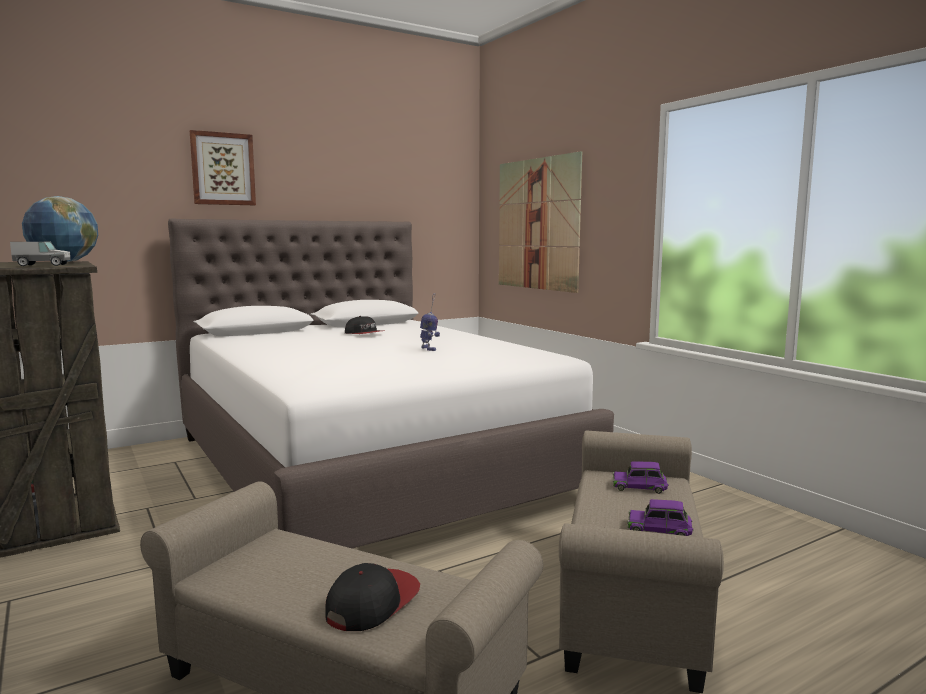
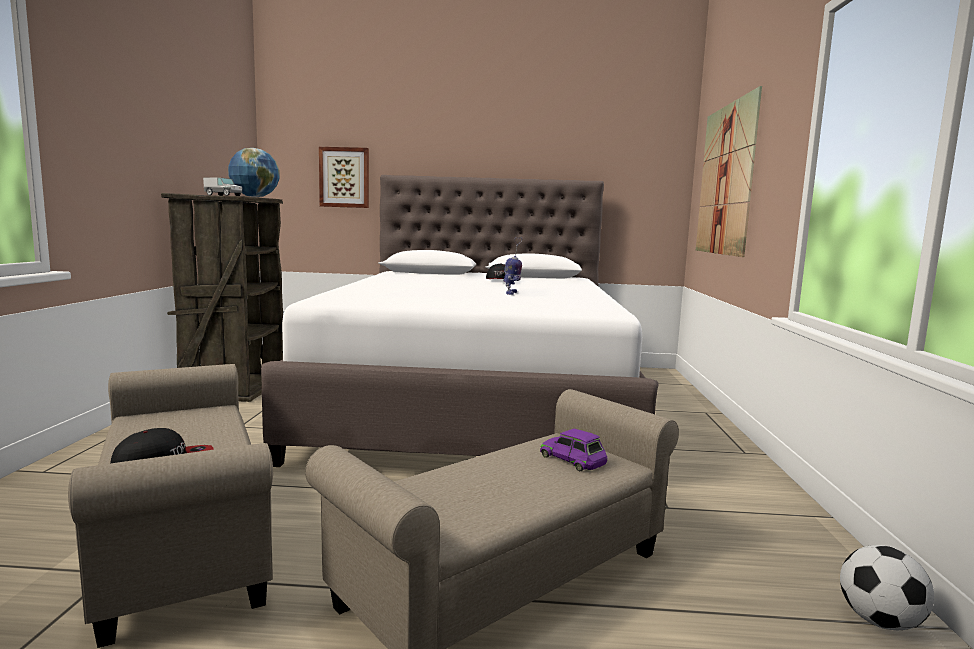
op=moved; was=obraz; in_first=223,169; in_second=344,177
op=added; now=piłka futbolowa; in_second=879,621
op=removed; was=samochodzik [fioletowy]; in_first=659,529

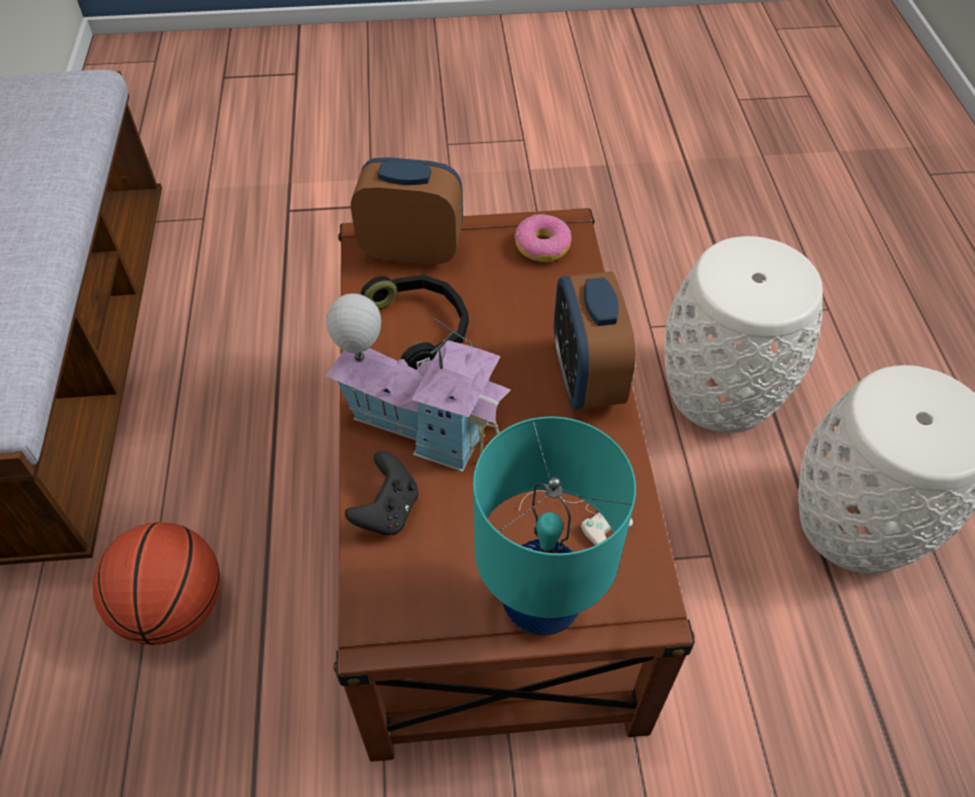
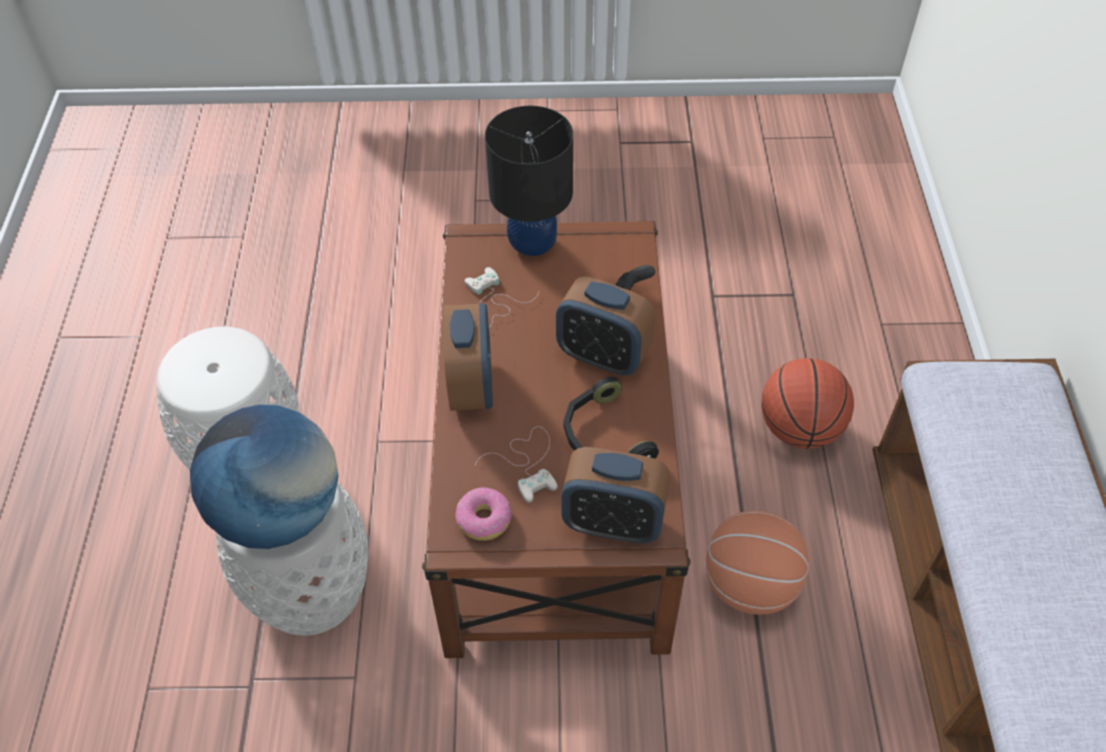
op=added; now=globus; in_second=279,513
op=added; now=pad do gier [biały]; in_second=527,463
op=recoloured; was=lampa stołowa [turkusowy]; now=lampa stołowa [czarny]; in_first=536,605; in_second=535,244
op=replaced; was=domek; now=budzik; in_first=424,425; in_second=603,356
op=added; now=piłka do koszykówki; in_second=751,585

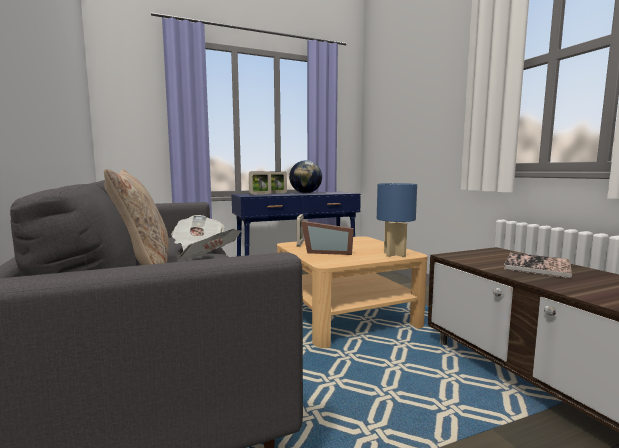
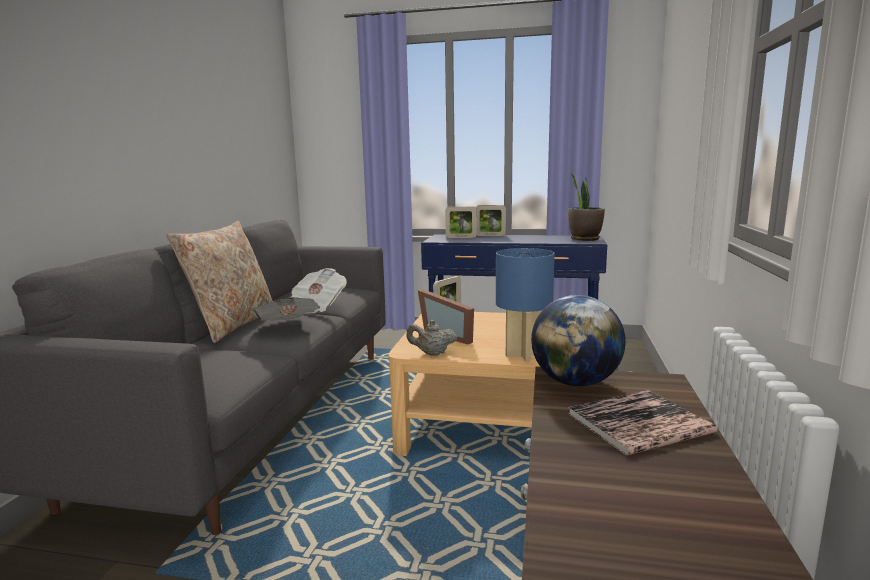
op=added; now=imbryk [beżowy]; in_second=432,354
op=moved; was=globus; in_first=305,193; in_second=575,382
op=added; now=roślina doniczkowa; in_second=584,239

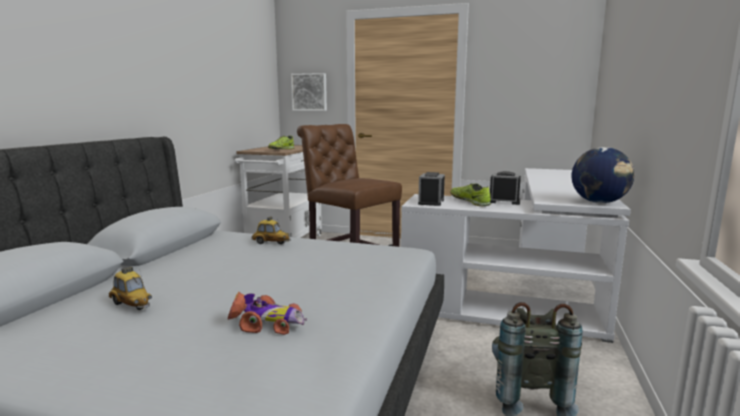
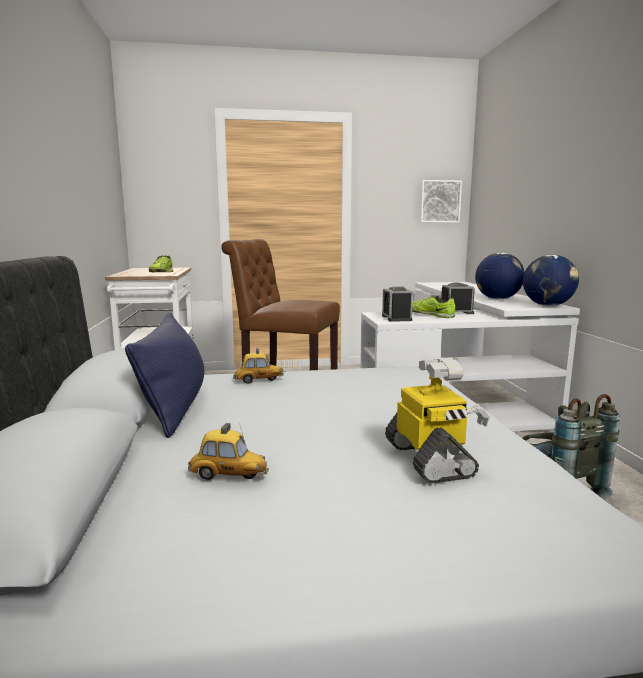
op=added; now=poduszka [niebieski]; in_second=175,405
op=replaced; was=samochodzik; now=robot zabawkowy; in_first=266,323; in_second=430,459
op=moved; was=obraz; in_first=309,92; in_second=439,201
op=added; now=globus; in_second=497,299

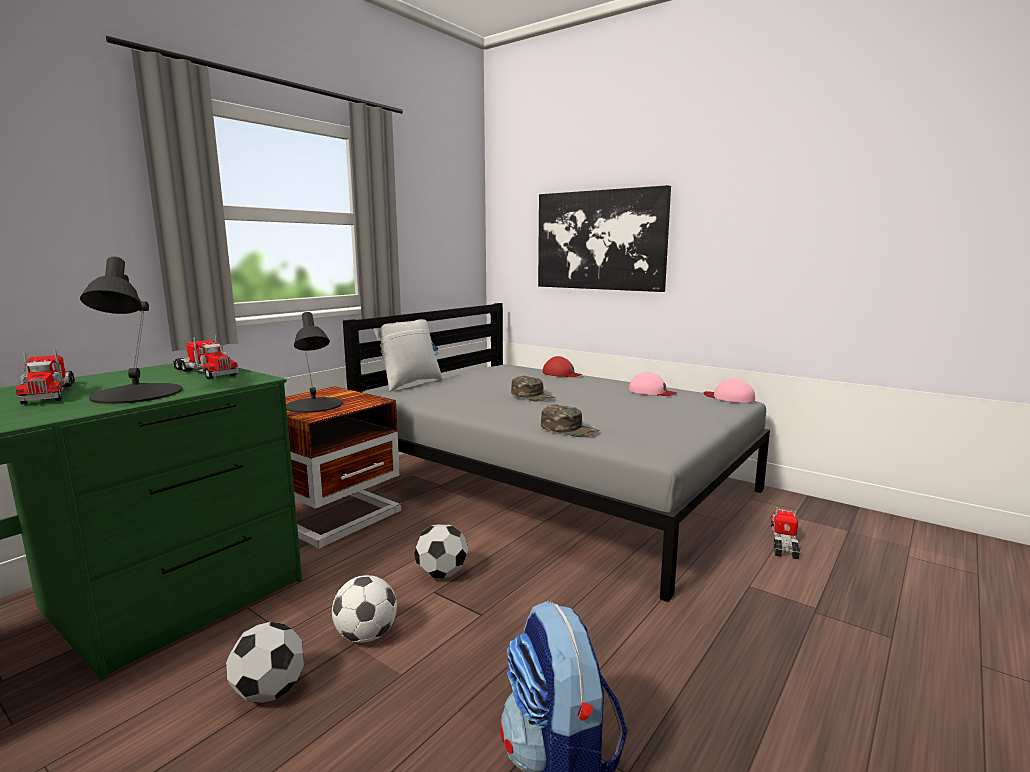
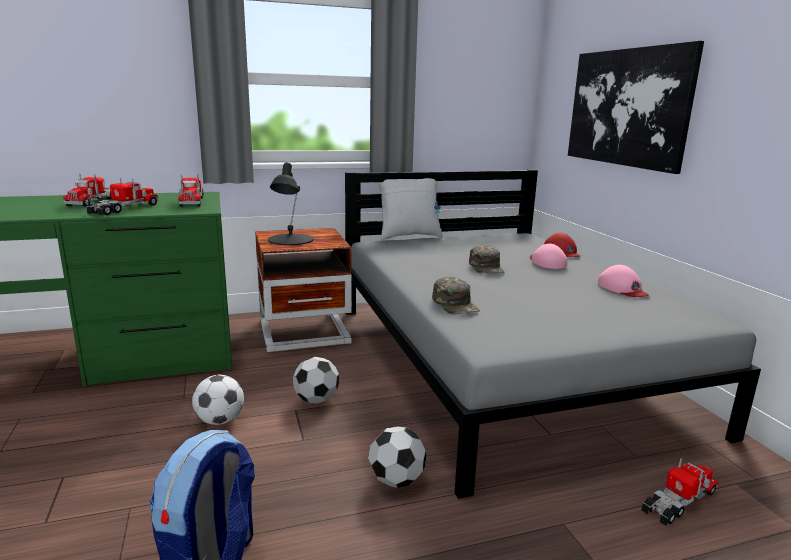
op=replaced; was=lampa stołowa [czarny]; now=ciężarówka zabawkowa; in_first=136,394; in_second=124,209
op=moved; was=piłka futbolowa; in_first=269,692; in_second=396,480
op=moved; was=czapka z daszkiem [różowy]; in_first=729,398; in_second=546,262

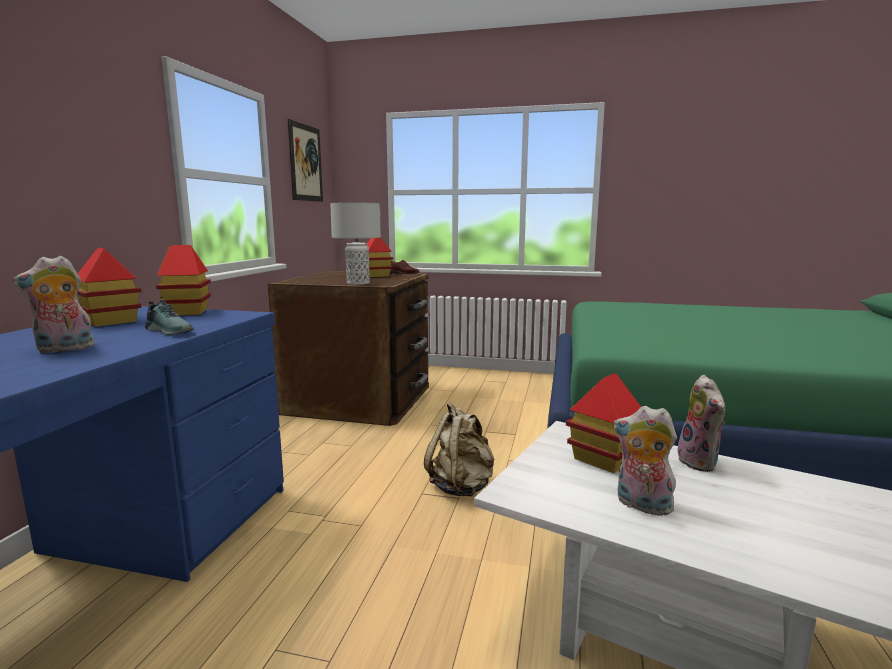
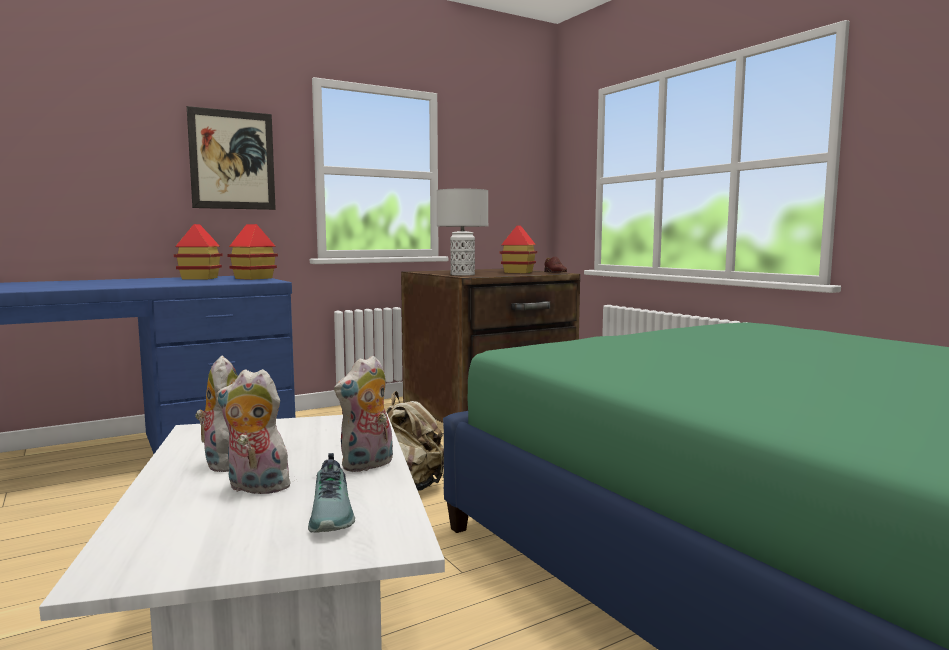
op=moved; was=obraz; in_first=305,163; in_second=232,160
op=moved; was=pluszak; in_first=64,349; in_second=255,488
op=moved; was=but; in_first=171,331; in_second=333,514
op=removed; was=domek; in_first=603,459

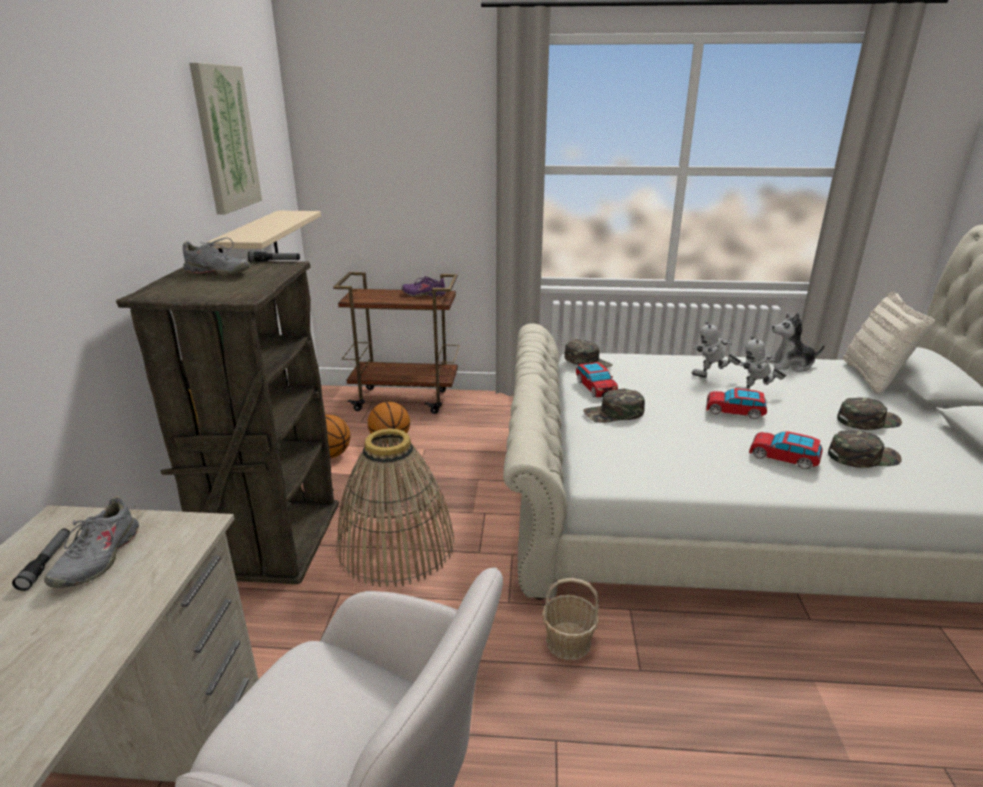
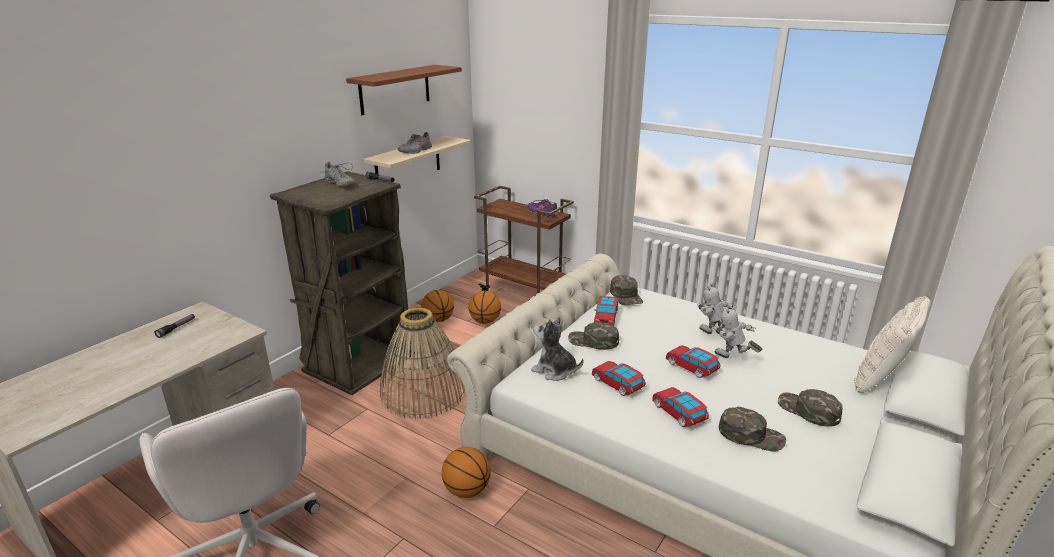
op=replaced; was=obraz; now=półka [brązowy]; in_first=225,138; in_second=395,89
op=moved; was=but [szary]; in_first=97,558; in_second=415,151
op=replaced; was=koszyk; now=piłka do koszykówki; in_first=568,641; in_second=467,490
op=moved; was=pluszak; in_first=790,365; in_second=554,370
op=added; now=samochodzik; in_second=617,384
op=turned; was=czapka z daszkiem [zielony]; in_first=867,420; in_second=808,410; clockwise=-150

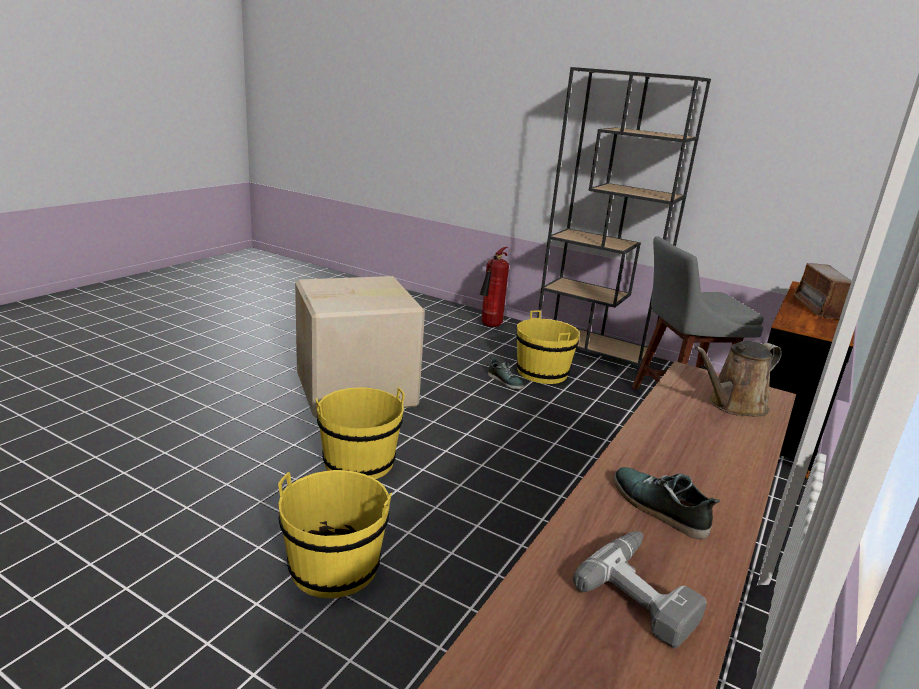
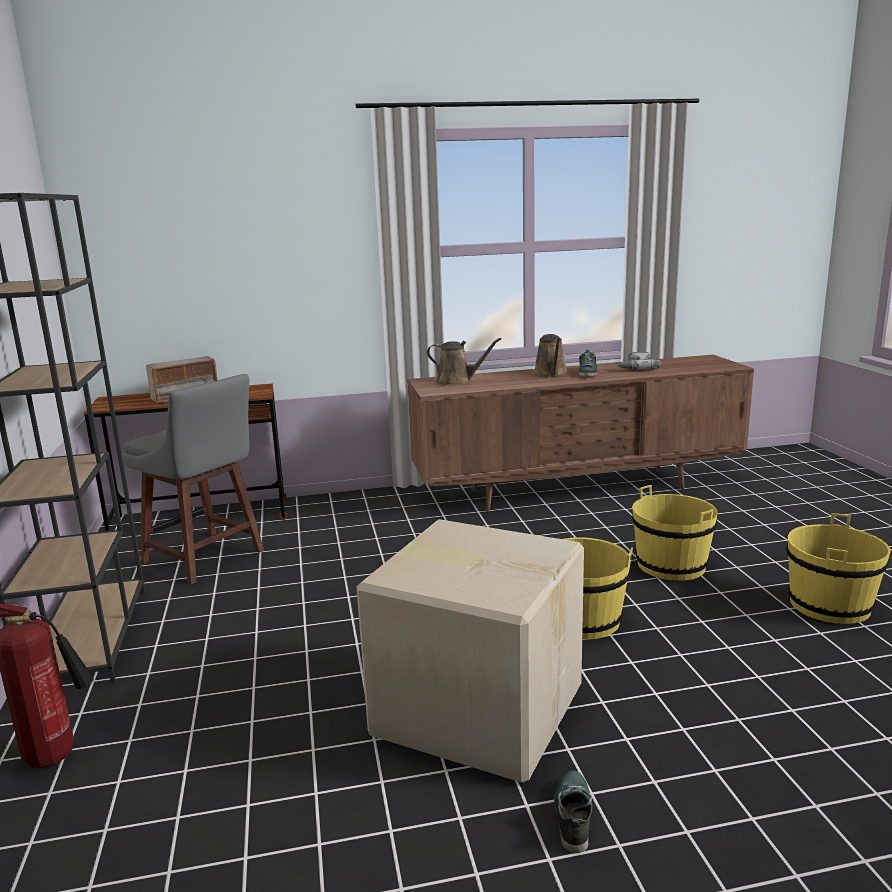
op=added; now=konewka [brązowy]; in_second=551,374
op=moved; was=but; in_first=505,381; in_second=572,814
op=moved; was=wiadro [żółty]; in_first=542,373; in_second=830,605

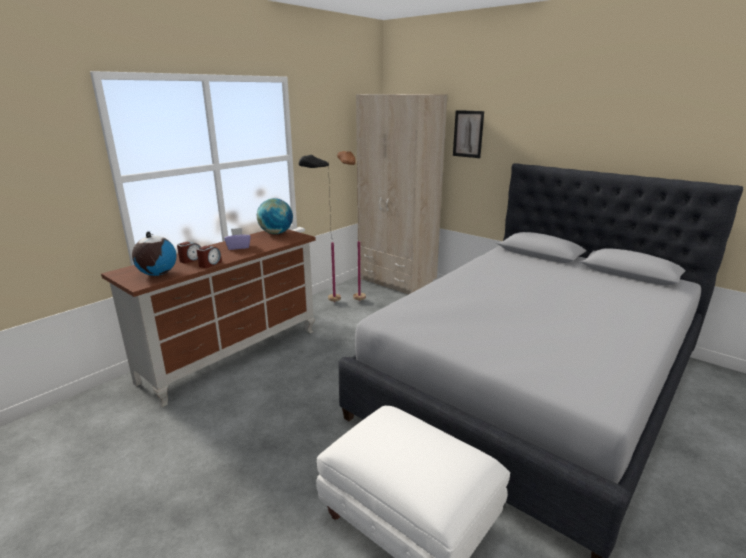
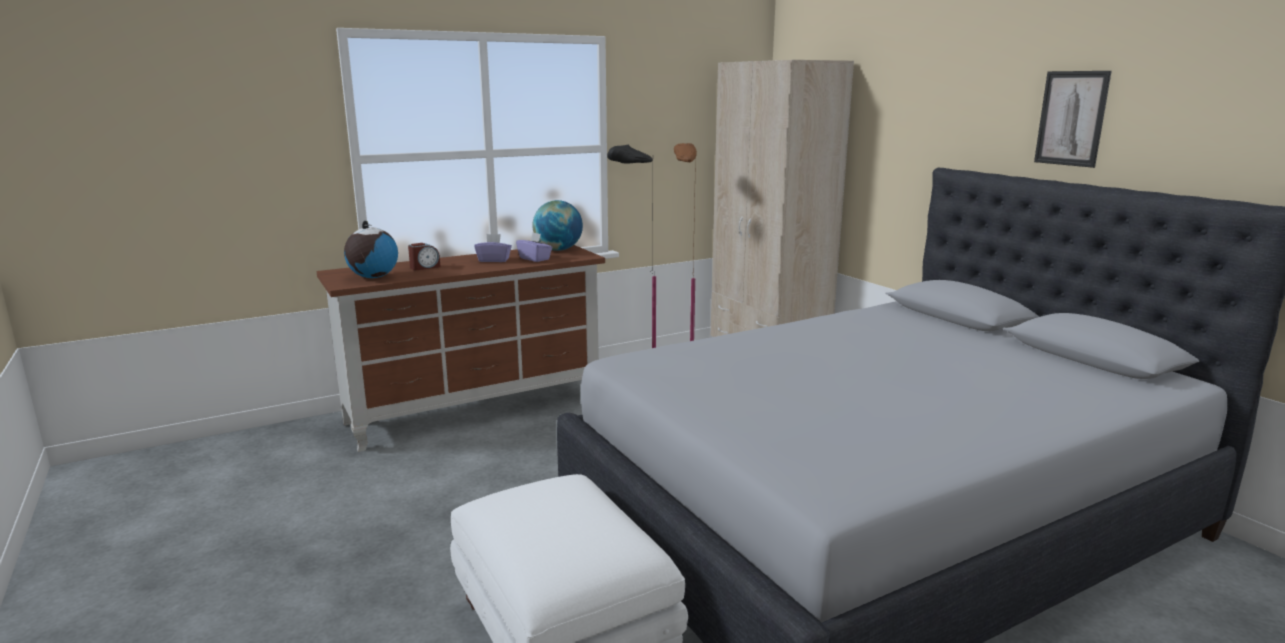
op=added; now=pudełko chusteczek [fioletowy]; in_second=535,259
op=moved; was=obraz; in_first=468,134; in_second=1071,118
op=removed; was=budzik; in_first=210,264

